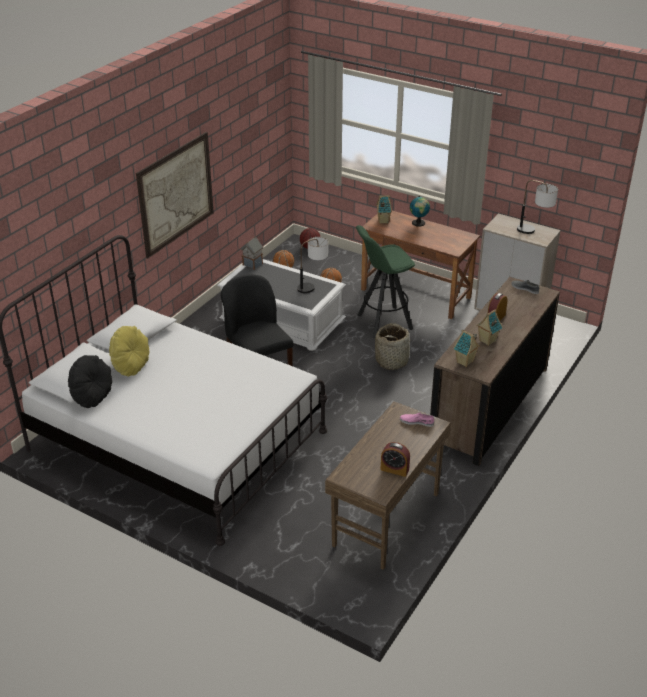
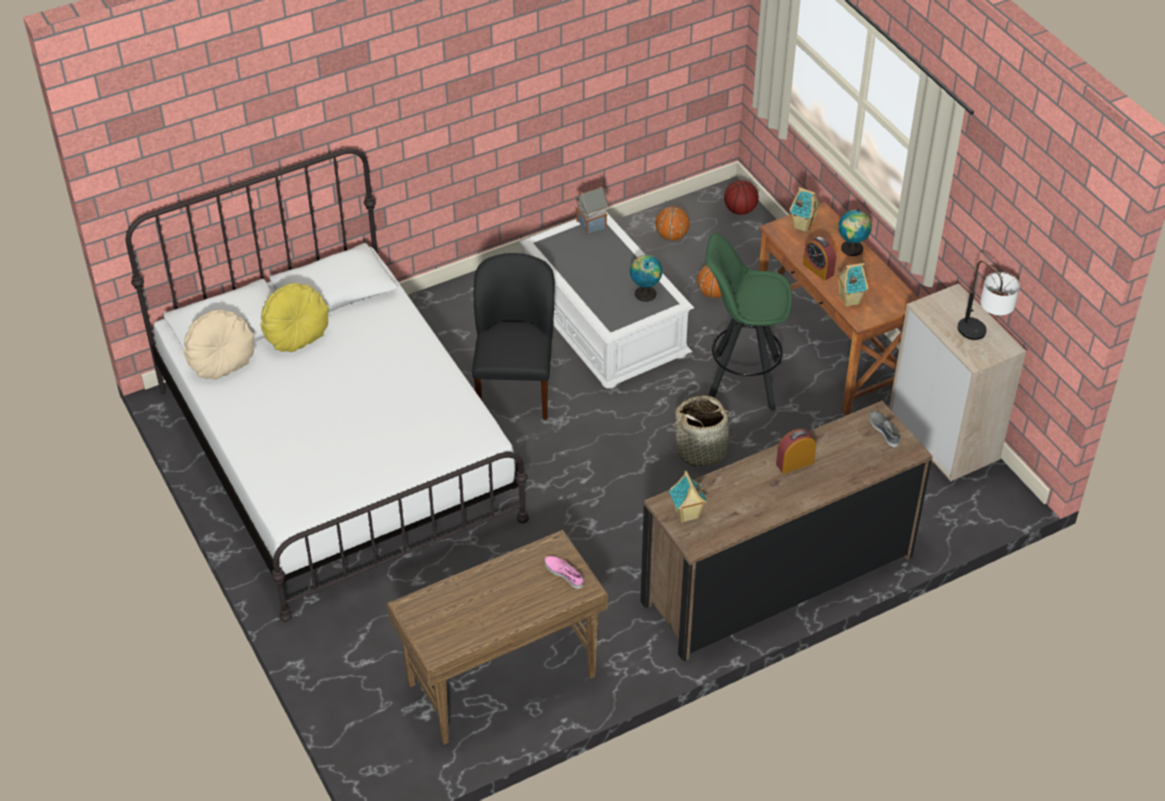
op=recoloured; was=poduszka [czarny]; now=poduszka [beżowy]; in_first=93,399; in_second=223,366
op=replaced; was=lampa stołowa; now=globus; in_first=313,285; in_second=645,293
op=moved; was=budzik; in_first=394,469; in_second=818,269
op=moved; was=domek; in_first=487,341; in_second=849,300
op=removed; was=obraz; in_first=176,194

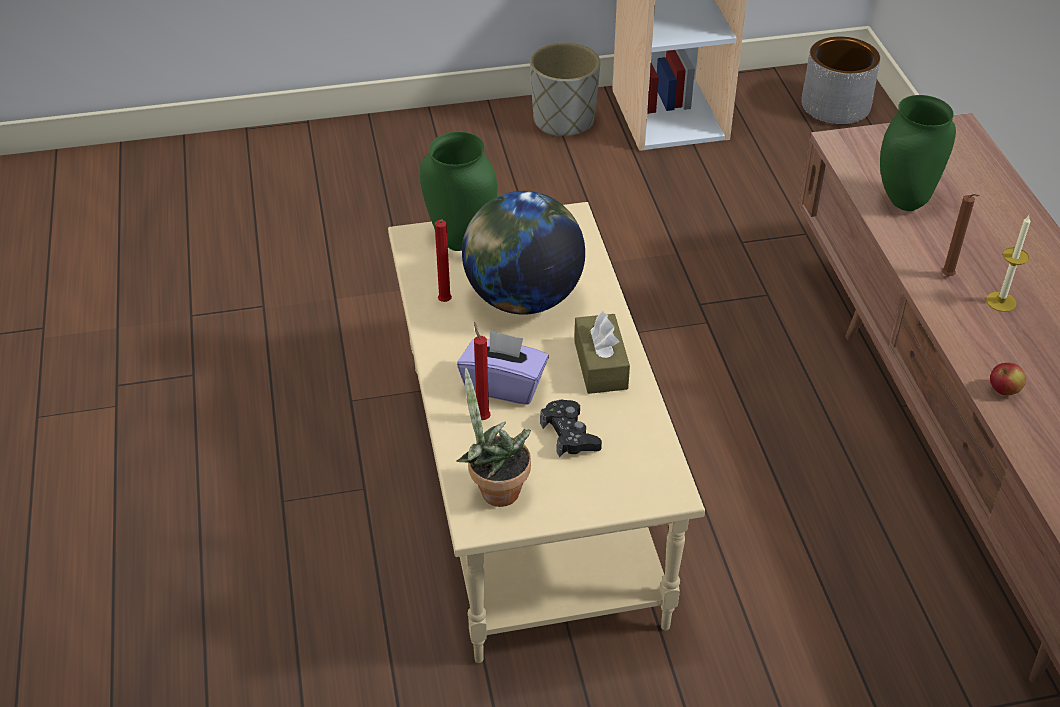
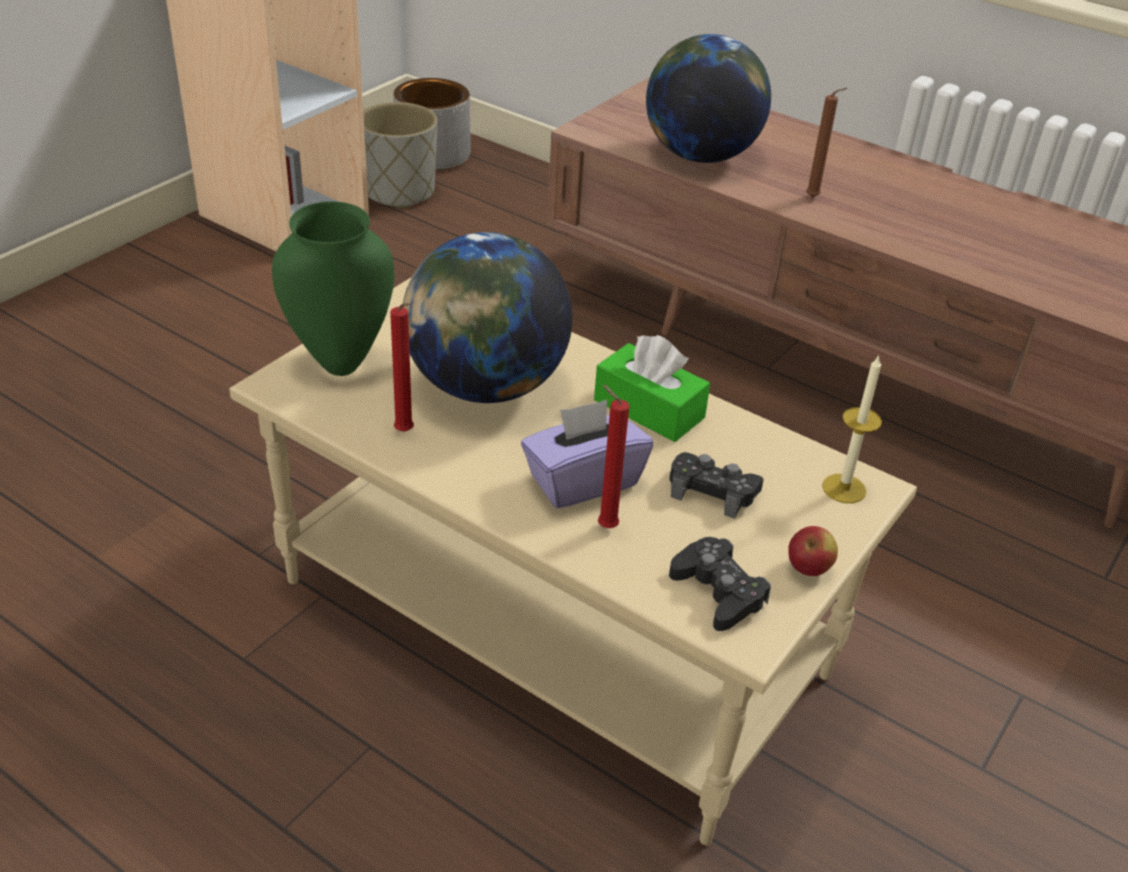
op=moved; was=donica [szary]; in_first=564,121; in_second=399,192
op=recoloured; was=pudełko chusteczek [brązowy]; now=pudełko chusteczek [zielony]; in_first=600,365; in_second=649,409
op=replaced; was=wazon [zielony]; now=globus; in_first=903,201; in_second=700,155
op=replaced; was=roślina doniczkowa; now=pad do gier [czarny]; in_first=495,489; in_second=718,592
op=moved; was=jabłko; in_first=1003,390; in_second=808,569
op=moved; was=świeca; in_first=1001,301; in_second=844,488

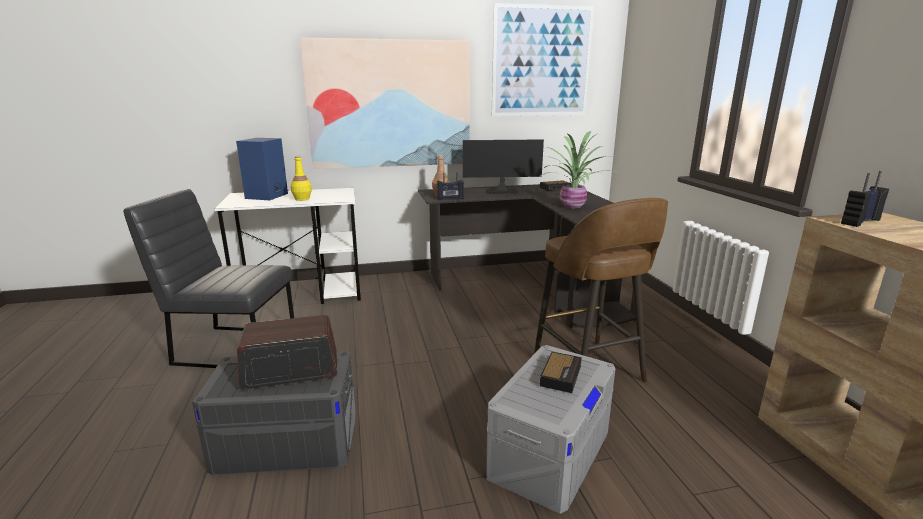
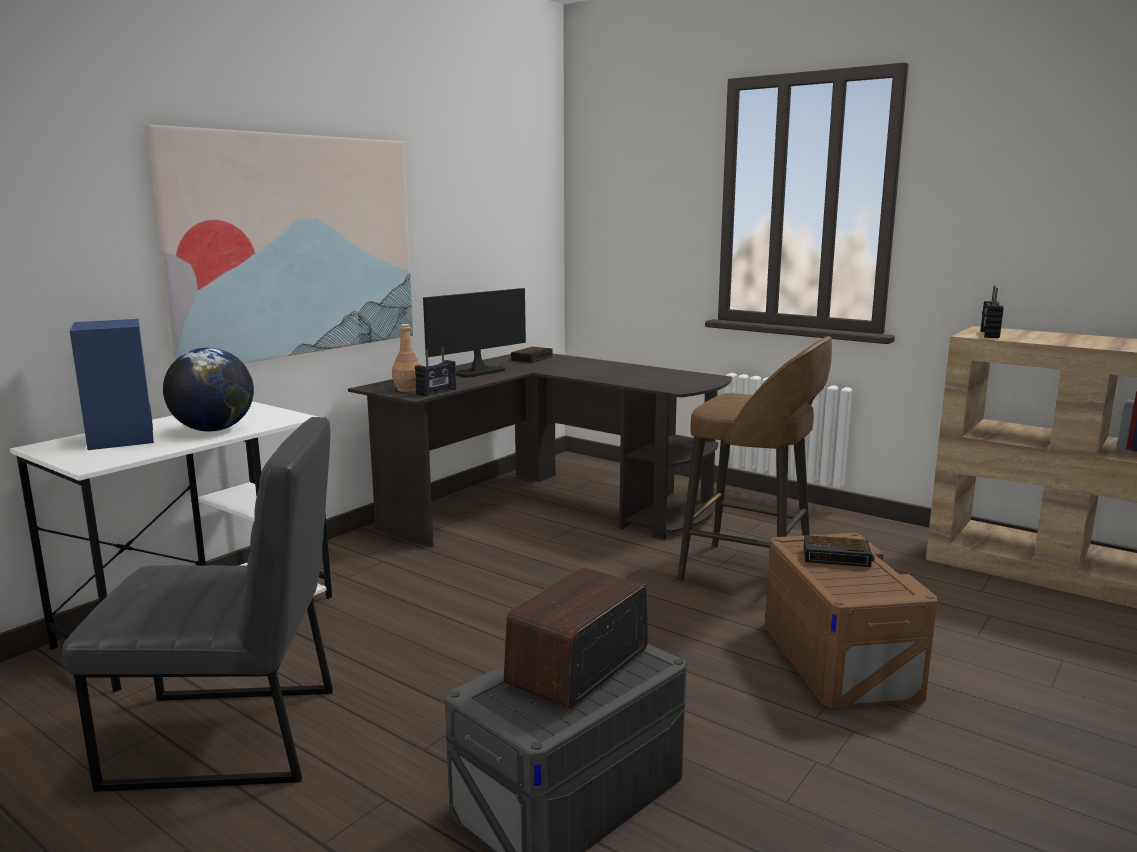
op=turned; was=krzesło [szary]; in_first=233,347; in_second=231,737; clockwise=-150
op=replaced; was=butelka [żółty]; now=globus; in_first=302,199; in_second=213,430
op=recoloured; was=pojemnik do przechowywania [szary]; now=pojemnik do przechowywania [brązowy]; in_first=550,452; in_second=838,659
op=turned; was=budzik; in_first=561,375; in_second=838,557; clockwise=120
op=removed; was=obraz; in_first=541,62
op=removed; was=roślina doniczkowa; in_first=573,206

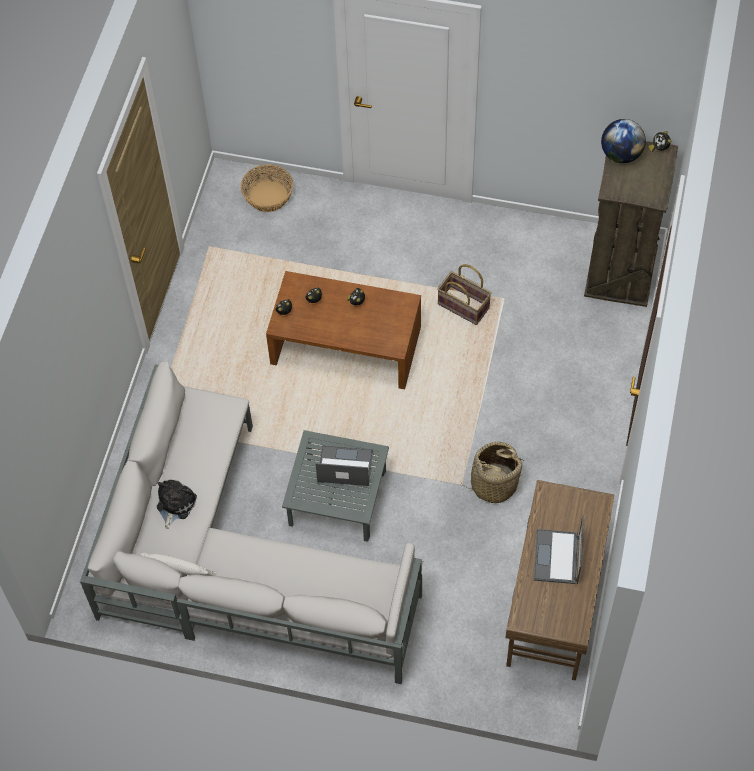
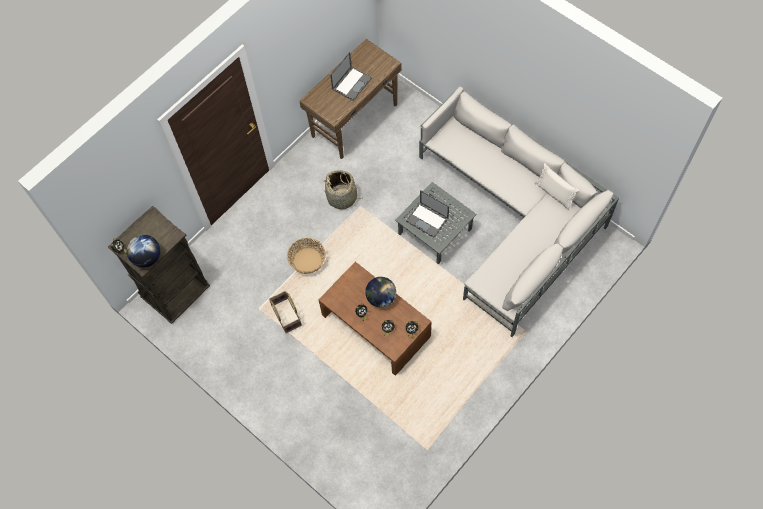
op=moved; was=koszyk; in_first=268,196; in_second=307,261
op=added; now=globus; in_second=381,298
op=removed; was=pluszak; in_first=175,504

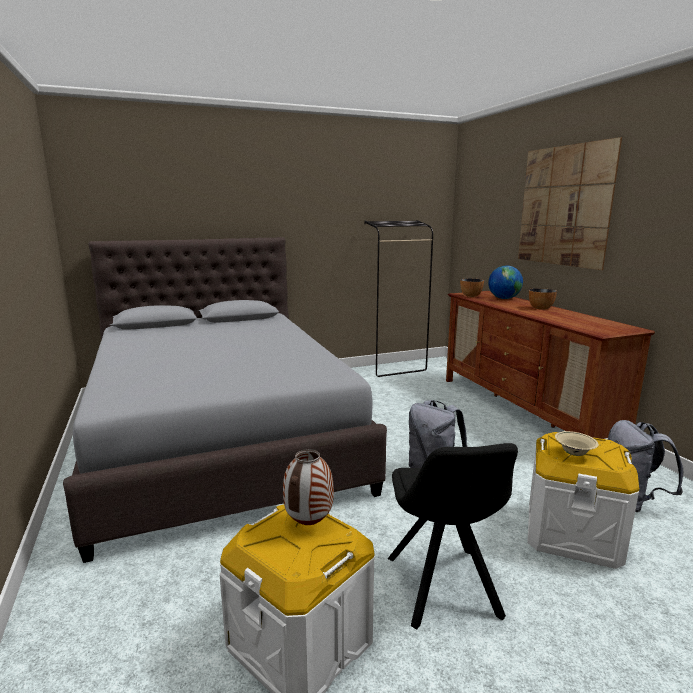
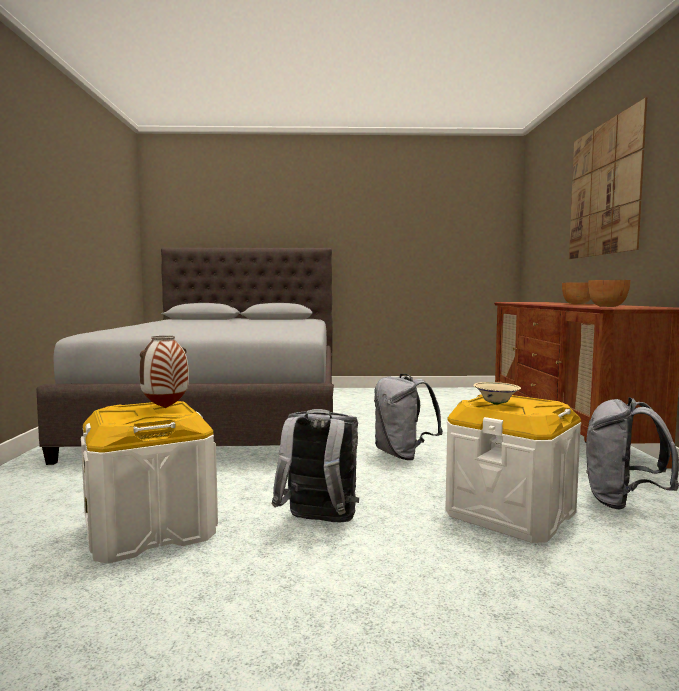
op=replaced; was=krzesło [czarny]; now=plecak [szary]; in_first=443,586; in_second=318,522
op=moved; was=miska; in_first=471,296; in_second=607,306
op=removed; was=wieszak [czarny]; in_first=395,369
op=removed; was=globus; in_first=503,298

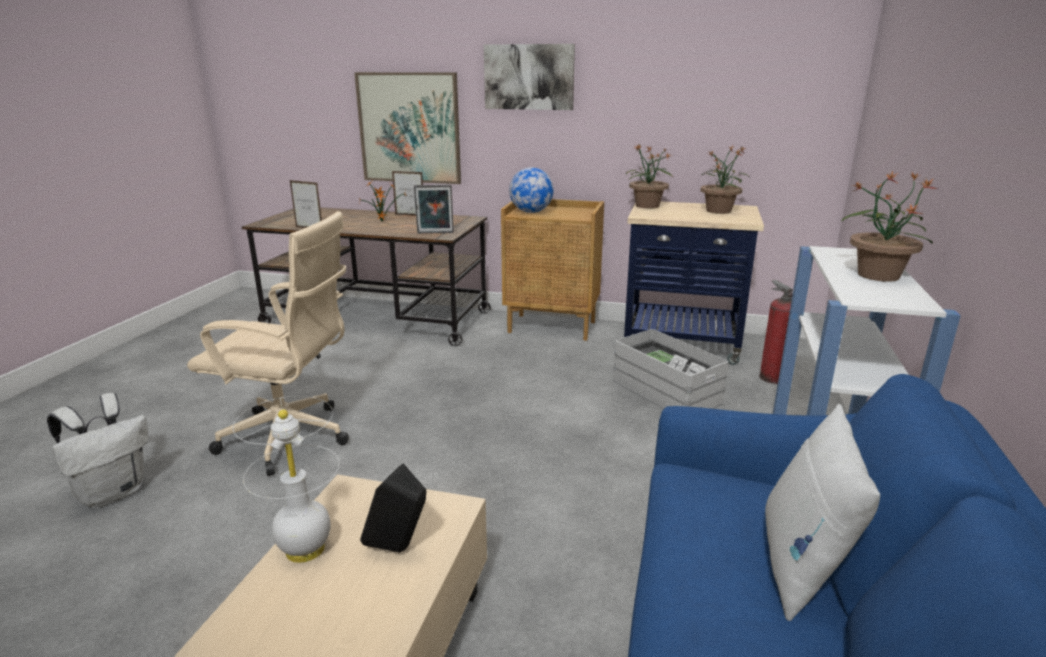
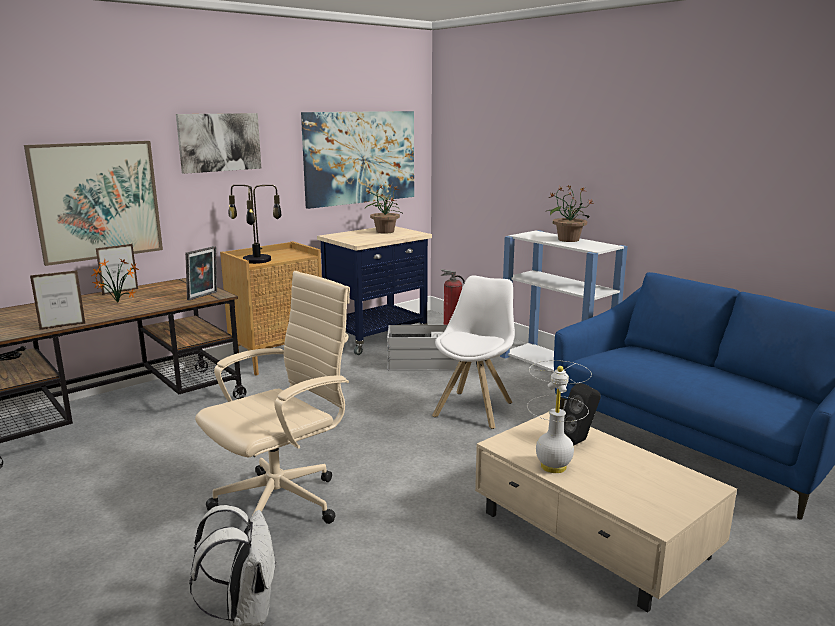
op=replaced; was=globus; now=lampa stołowa; in_first=531,212; in_second=256,260
op=added; now=obraz; in_second=360,157
op=added; now=krzesło [biały]; in_second=474,409
op=removed; was=roślina doniczkowa; in_first=647,206
op=removed; was=poduszka [szary]; in_first=801,566

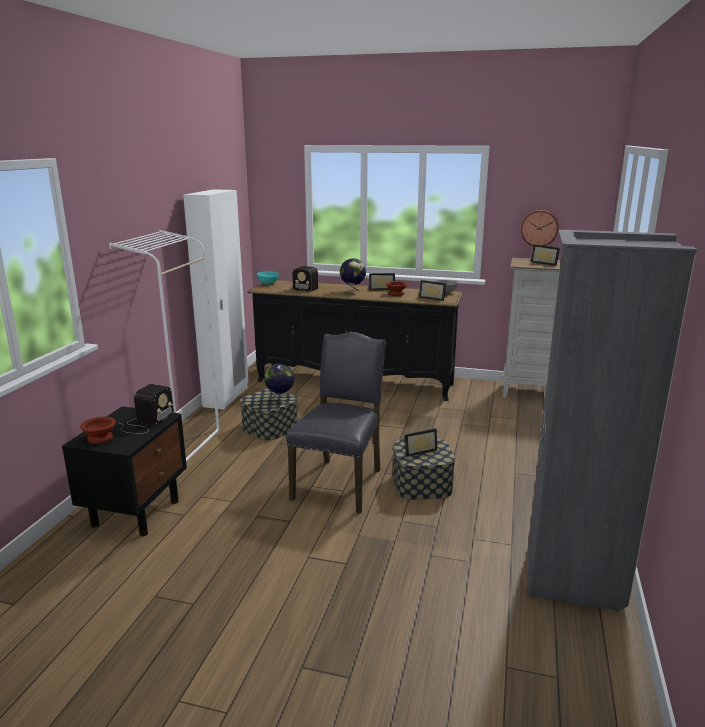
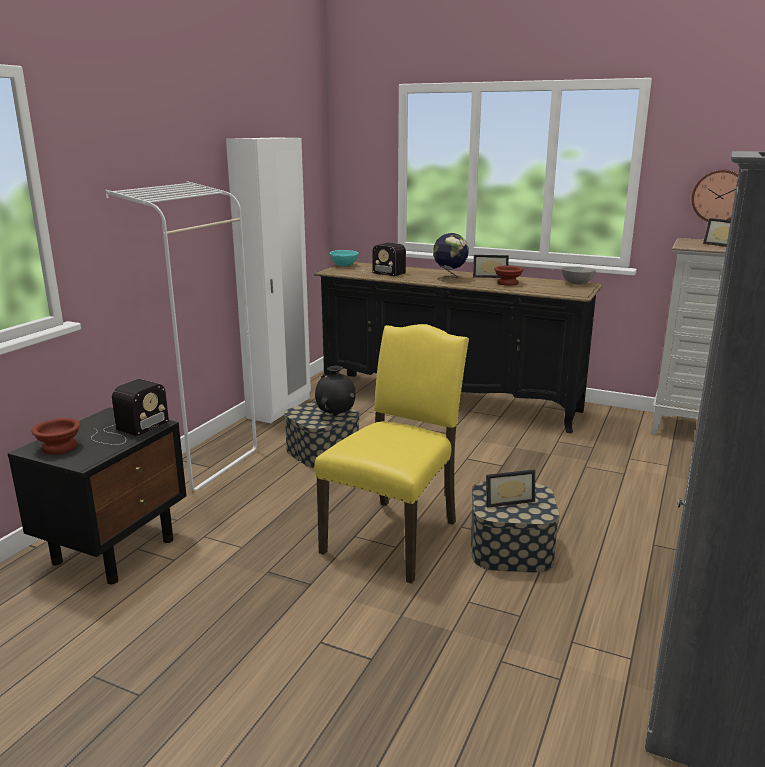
op=recoloured; was=krzesło [szary]; now=krzesło [żółty]; in_first=340,483; in_second=395,535
op=replaced; was=globus; now=wazon [czarny]; in_first=280,400; in_second=335,415
op=removed; was=ramka na zdjęcie; in_first=433,298

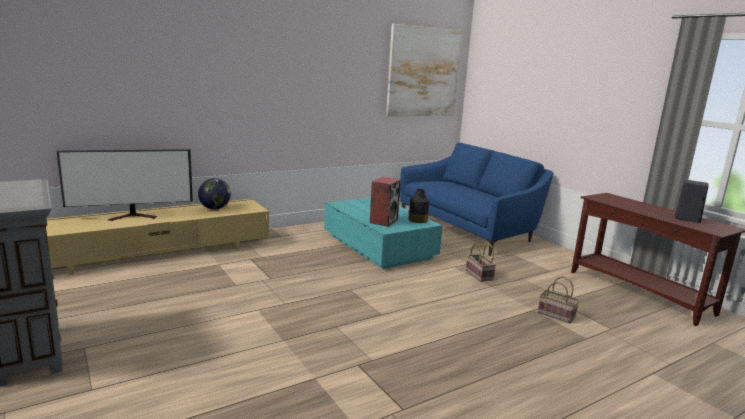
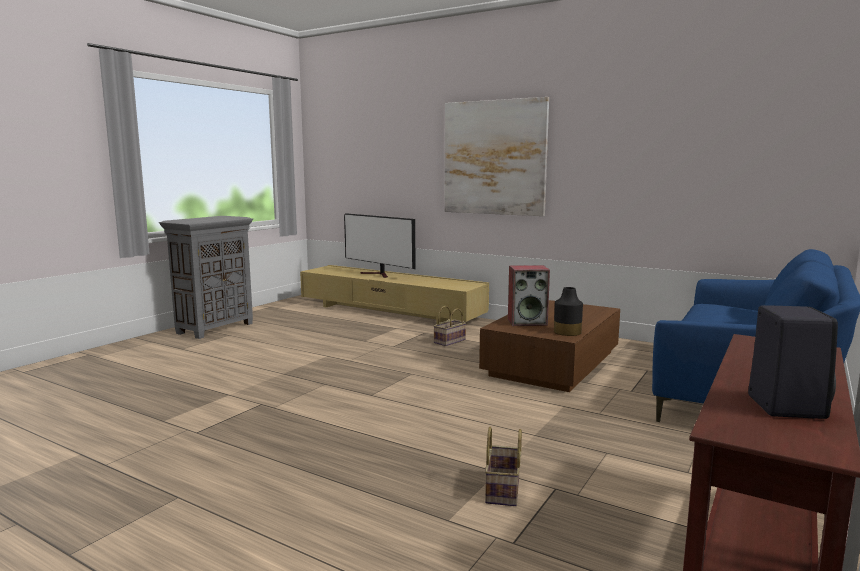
op=moved; was=koszyk; in_first=480,275; in_second=449,341
op=moved; was=obraz; in_first=423,72; in_second=494,158
op=recoloured; was=ława [turkusowy]; now=ława [brązowy]; in_first=378,246; in_second=552,363
op=removed; was=globus; in_first=215,208

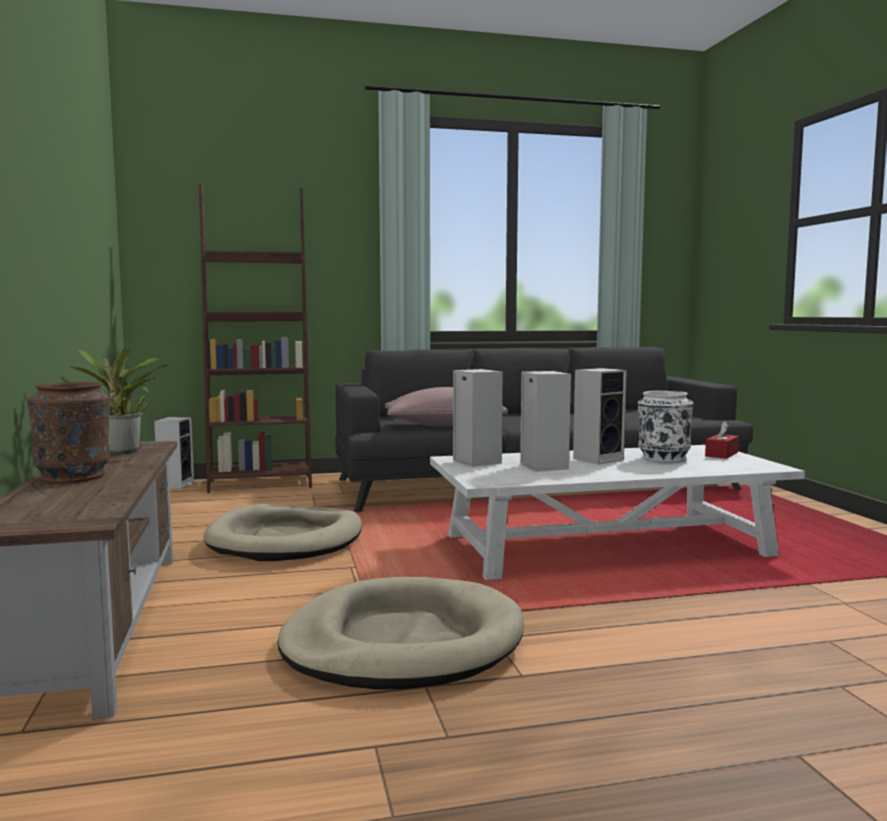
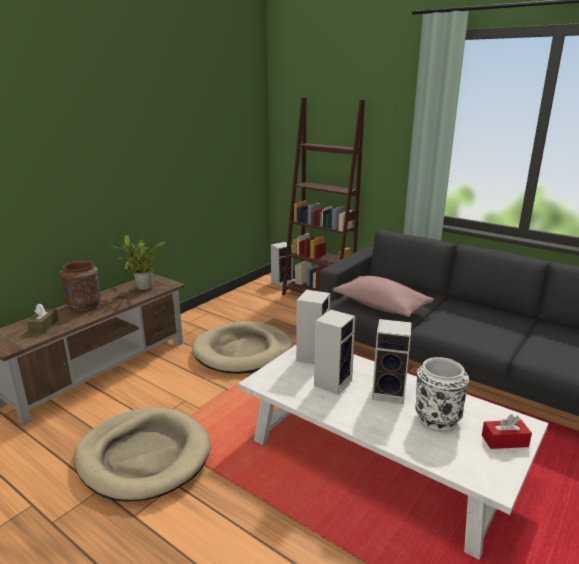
op=added; now=pudełko chusteczek [brązowy]; in_second=44,326

